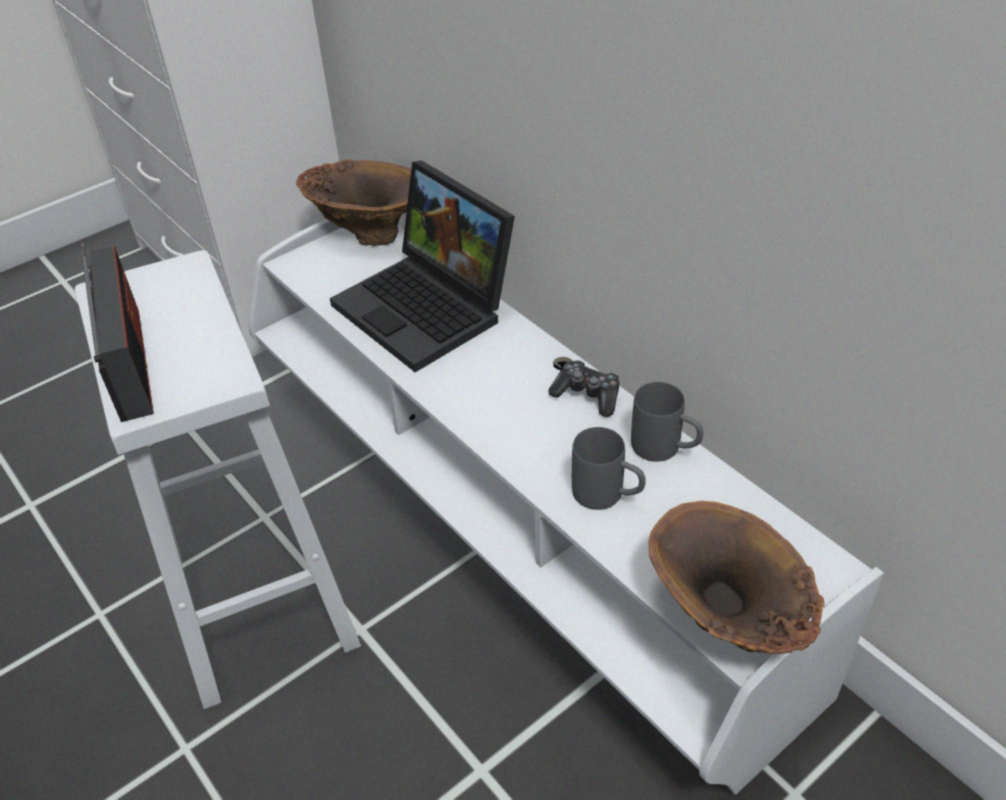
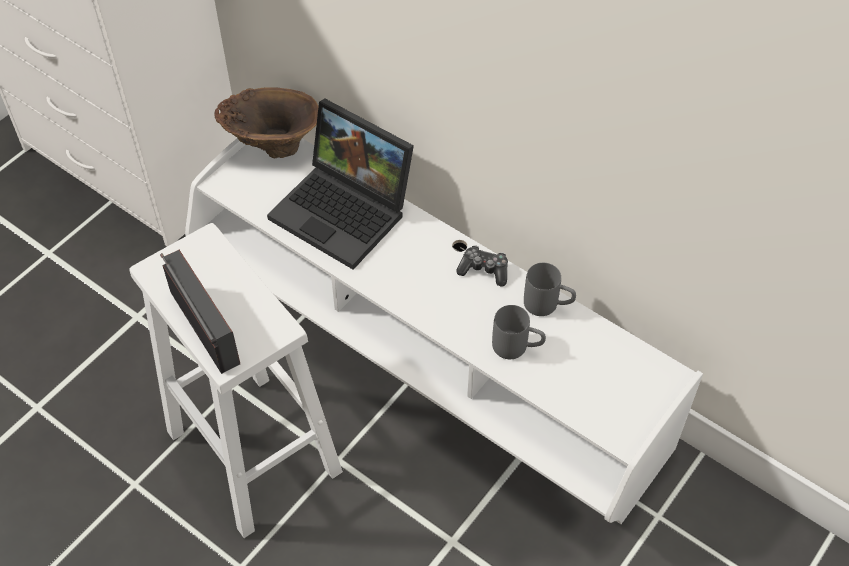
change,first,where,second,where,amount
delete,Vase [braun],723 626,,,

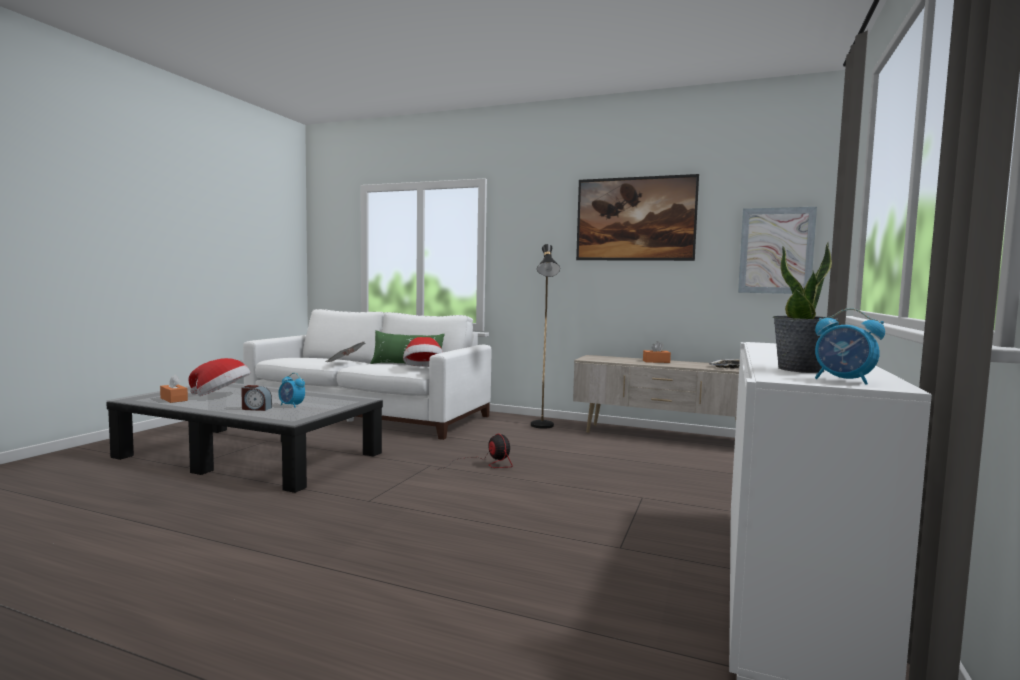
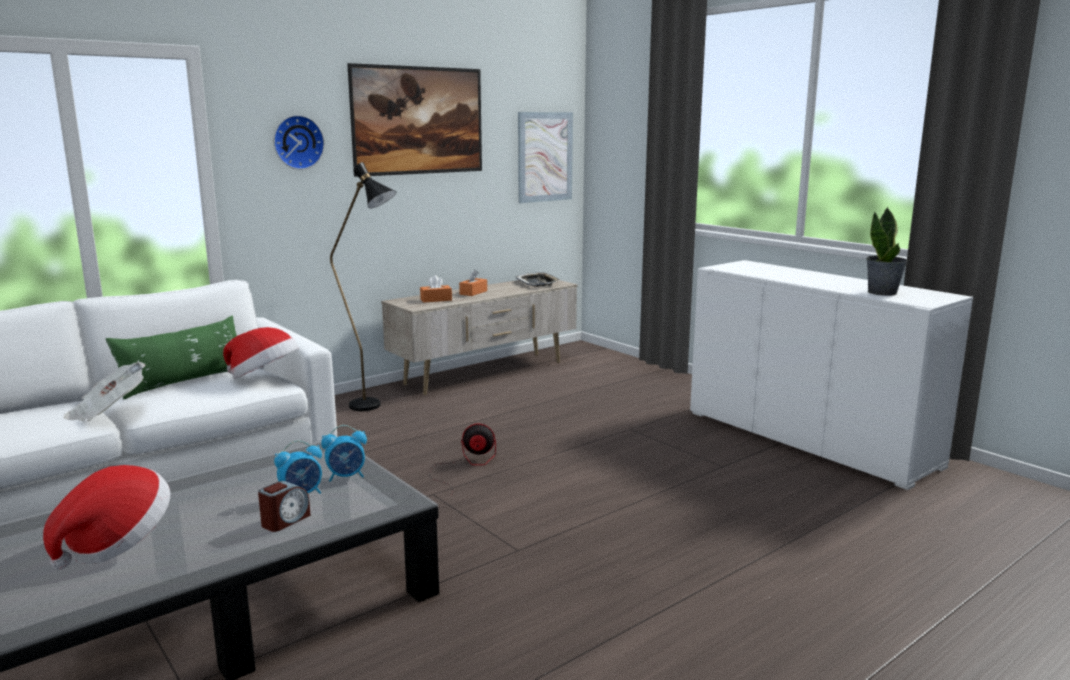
change,first,where,second,where,amount
insert,,,Wanduhr,297 142,
move,Taschentuchbox [orange],174 399,,436 300,
move,Wecker,843 381,,346 476,

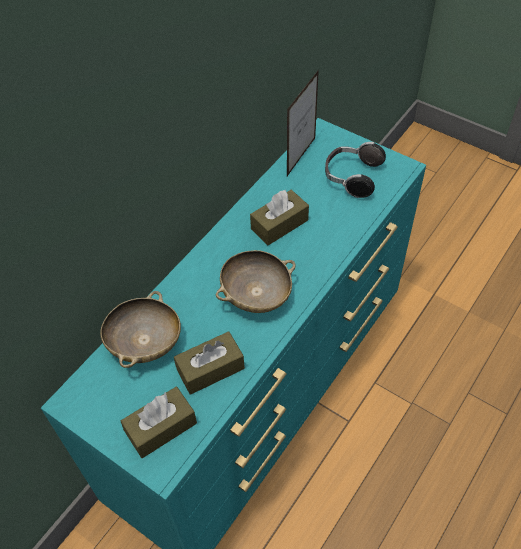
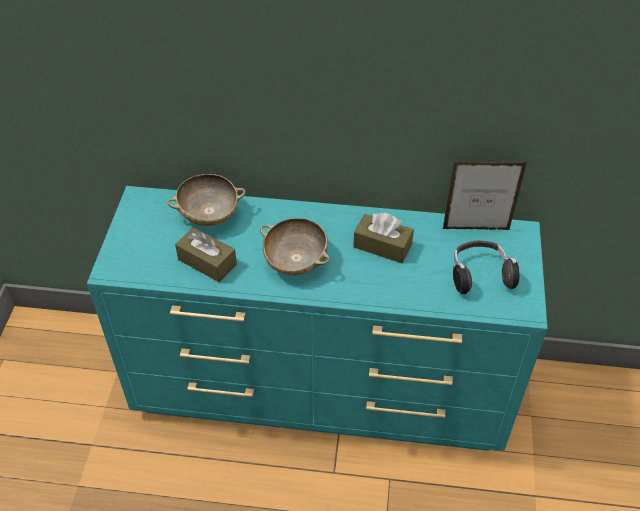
change,first,where,second,where,amount
delete,Taschentuchbox [braun],161 428,,,

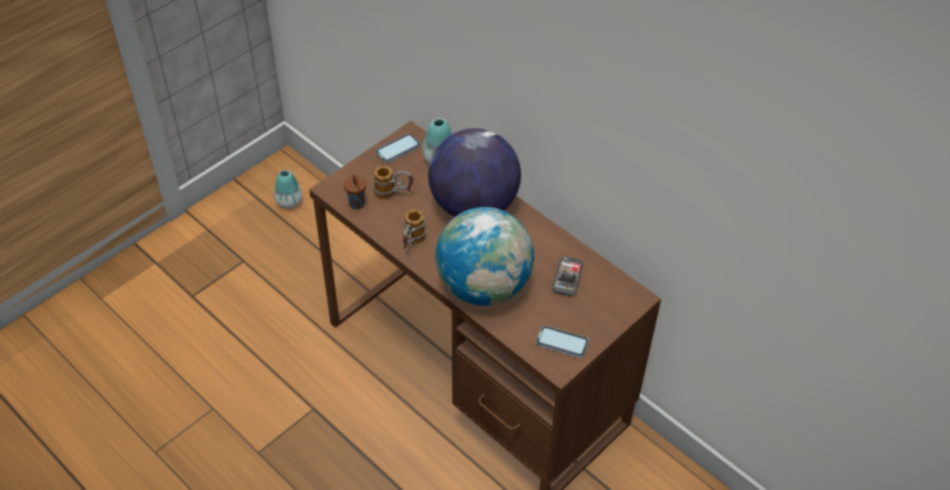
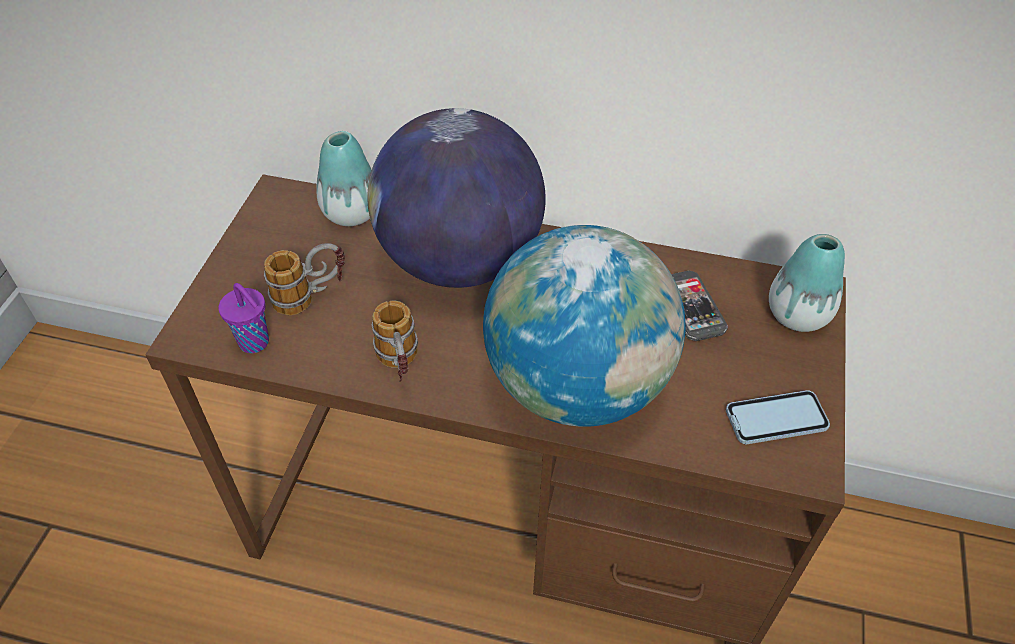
change,first,where,second,where,amount
delete,Handy,398 149,,,
move,Vase,289 202,,797 315,
recolor,Tasse [braun],357 204,Tasse [lila],255 343,

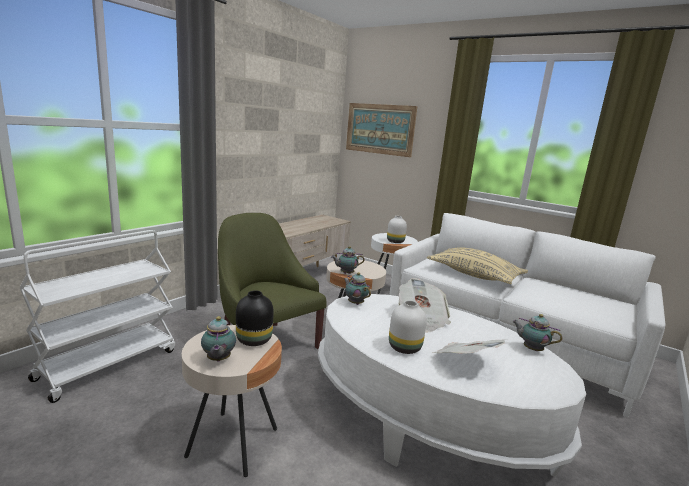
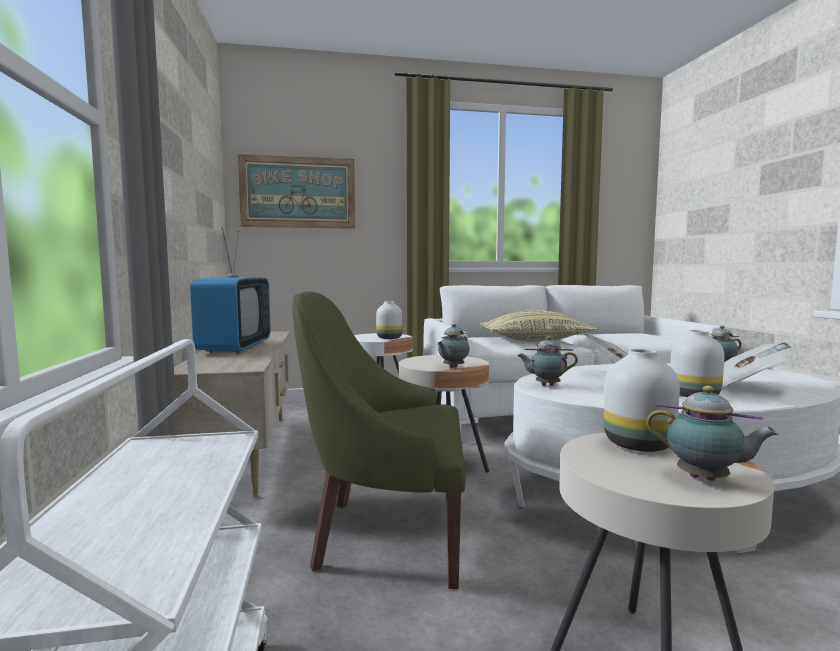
change,first,where,second,where,amount
insert,,,Fernseher,235 348,
recolor,Vase [schwarz],253 340,Vase [weiß],638 445,

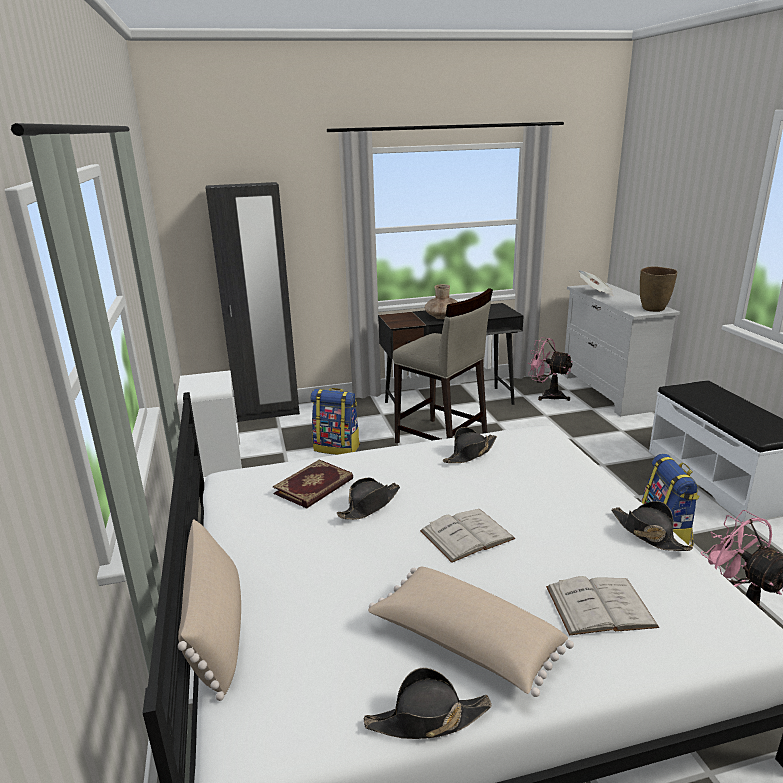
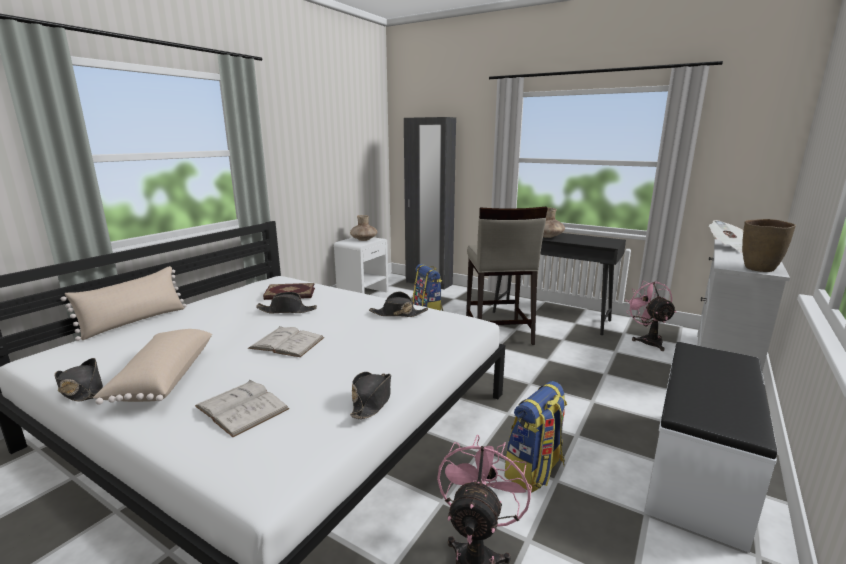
change,first,where,second,where,amount
insert,,,Vase [braun],364 239,

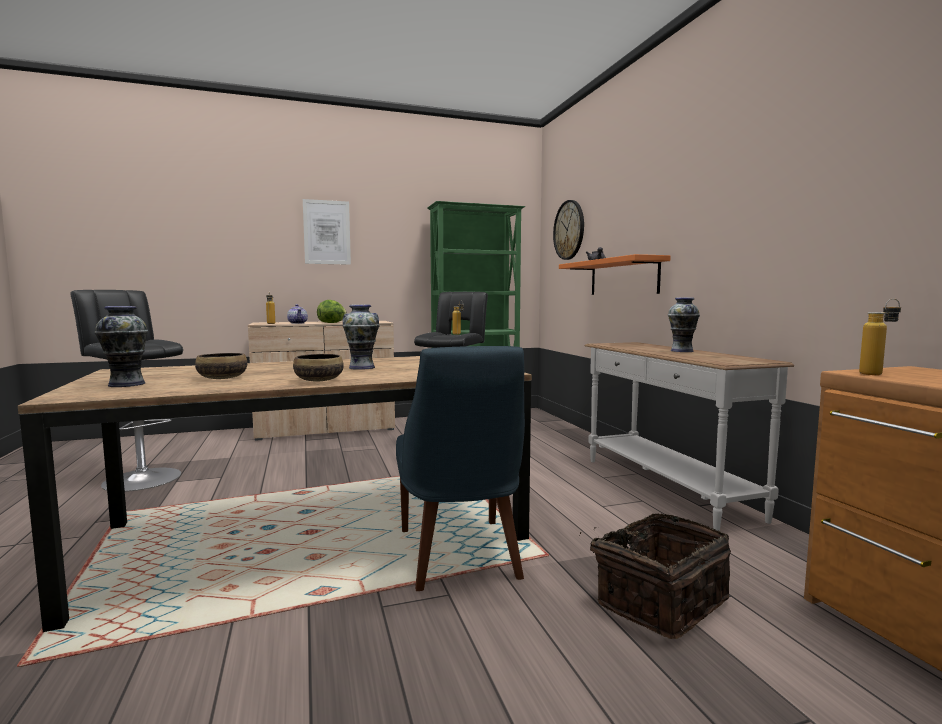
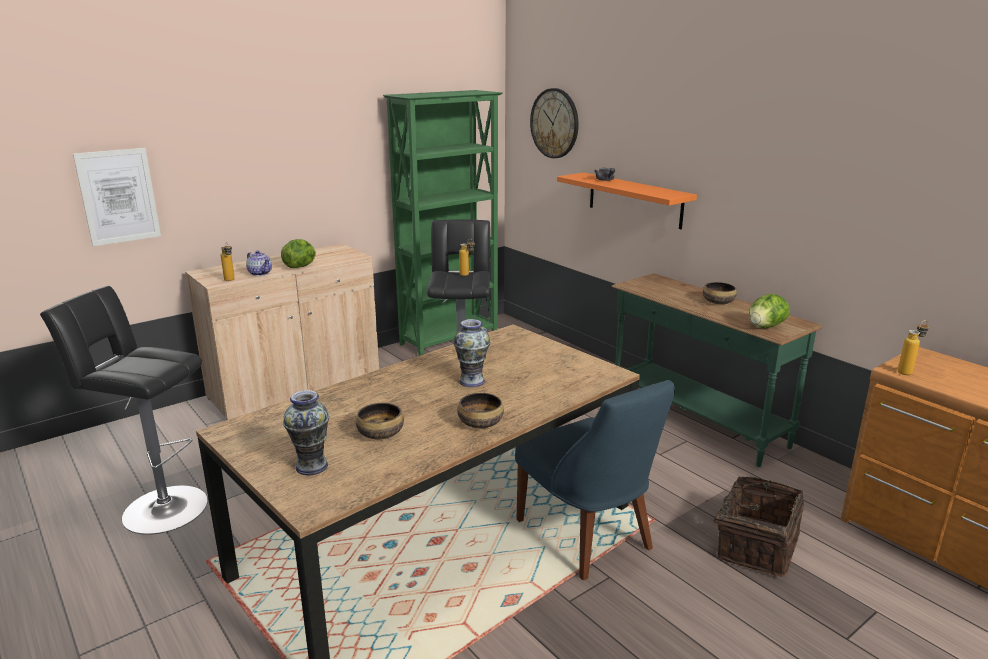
change,first,where,second,where,amount
insert,,,Salatkopf,765 327,
move,Bild,327 232,,118 196,
replace,Vase,682 351,Schüssel,718 302,
recolor,Konsolentisch [weiß],664 487,Konsolentisch [grün],695 420,

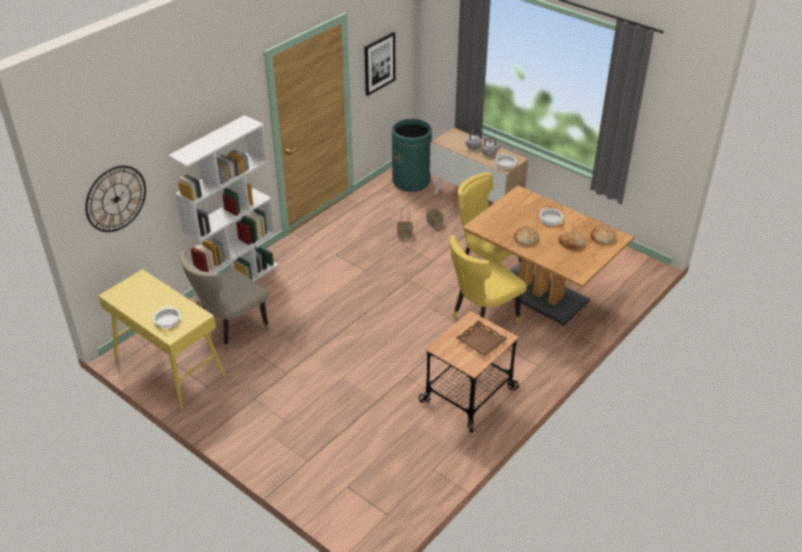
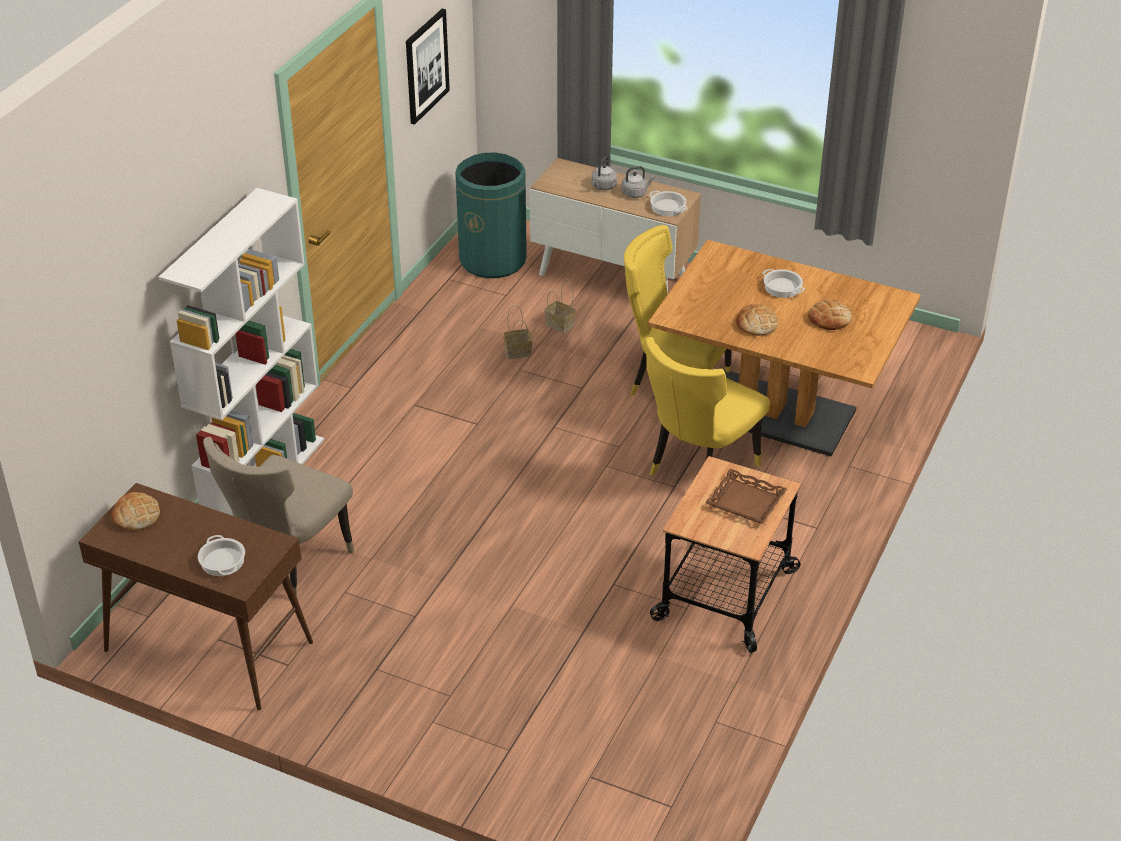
change,first,where,second,where,amount
delete,Wanduhr,116 199,,,
move,Brot,602 237,,136 515,
recolor,Konsolentisch [gelb],169 368,Konsolentisch [braun],207 647,

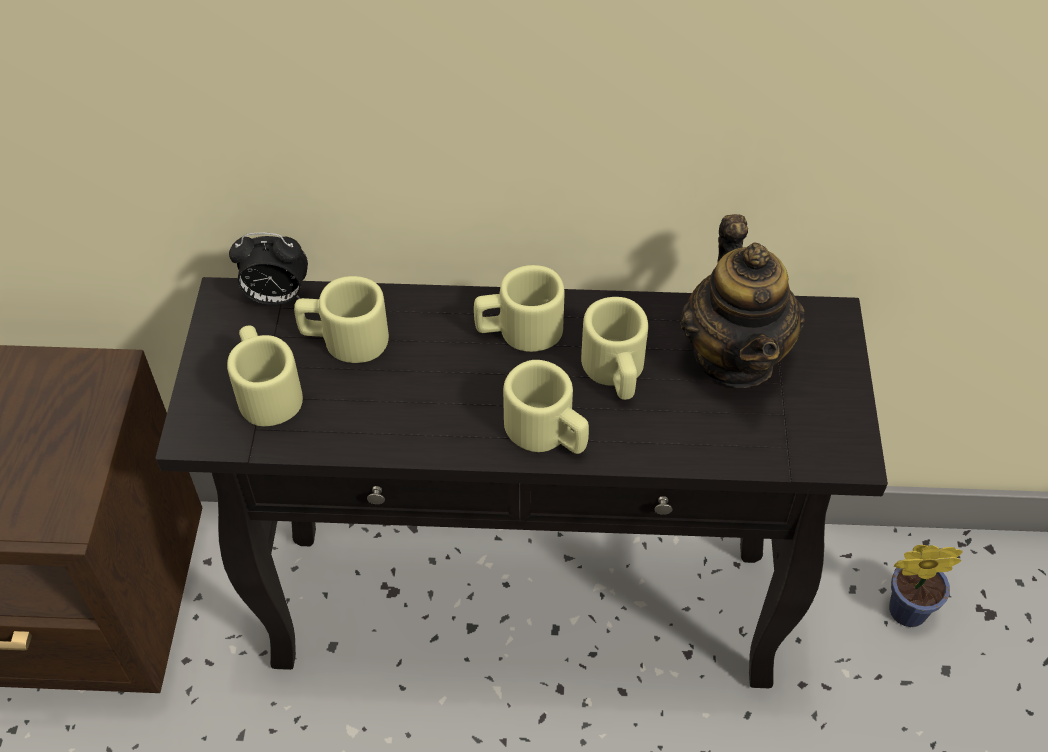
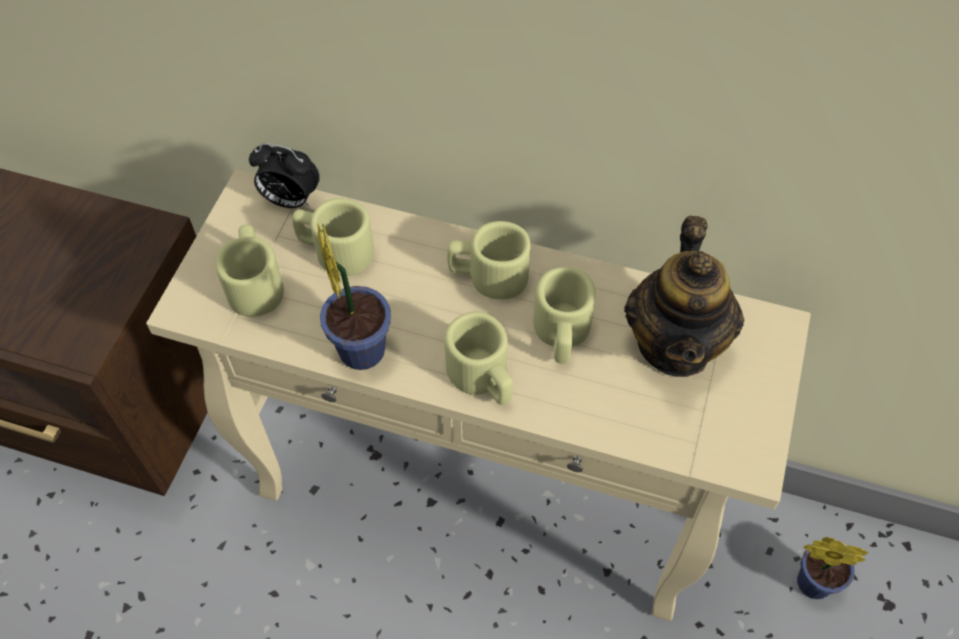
change,first,where,second,where,amount
insert,,,Topfpflanze,360 345,
recolor,Konsolentisch [schwarz],528 606,Konsolentisch [beige],483 495,

